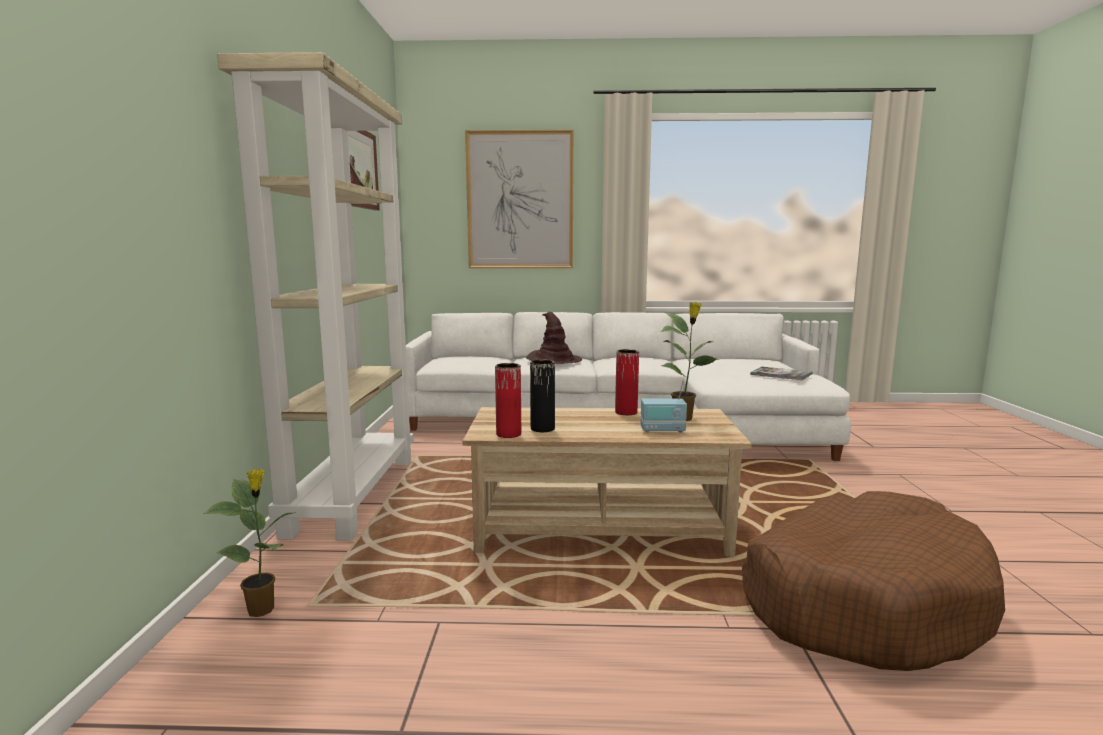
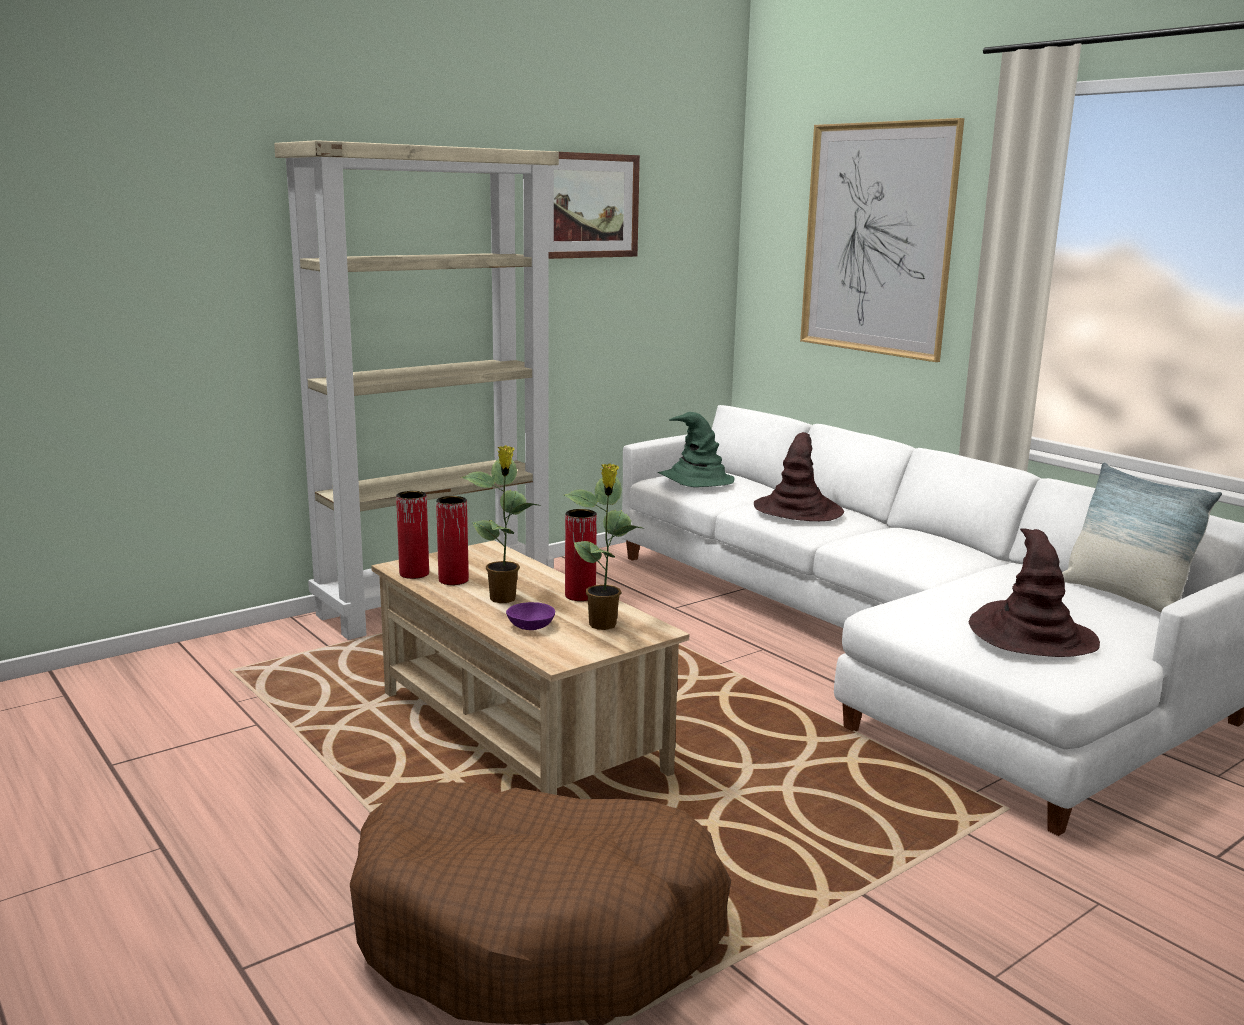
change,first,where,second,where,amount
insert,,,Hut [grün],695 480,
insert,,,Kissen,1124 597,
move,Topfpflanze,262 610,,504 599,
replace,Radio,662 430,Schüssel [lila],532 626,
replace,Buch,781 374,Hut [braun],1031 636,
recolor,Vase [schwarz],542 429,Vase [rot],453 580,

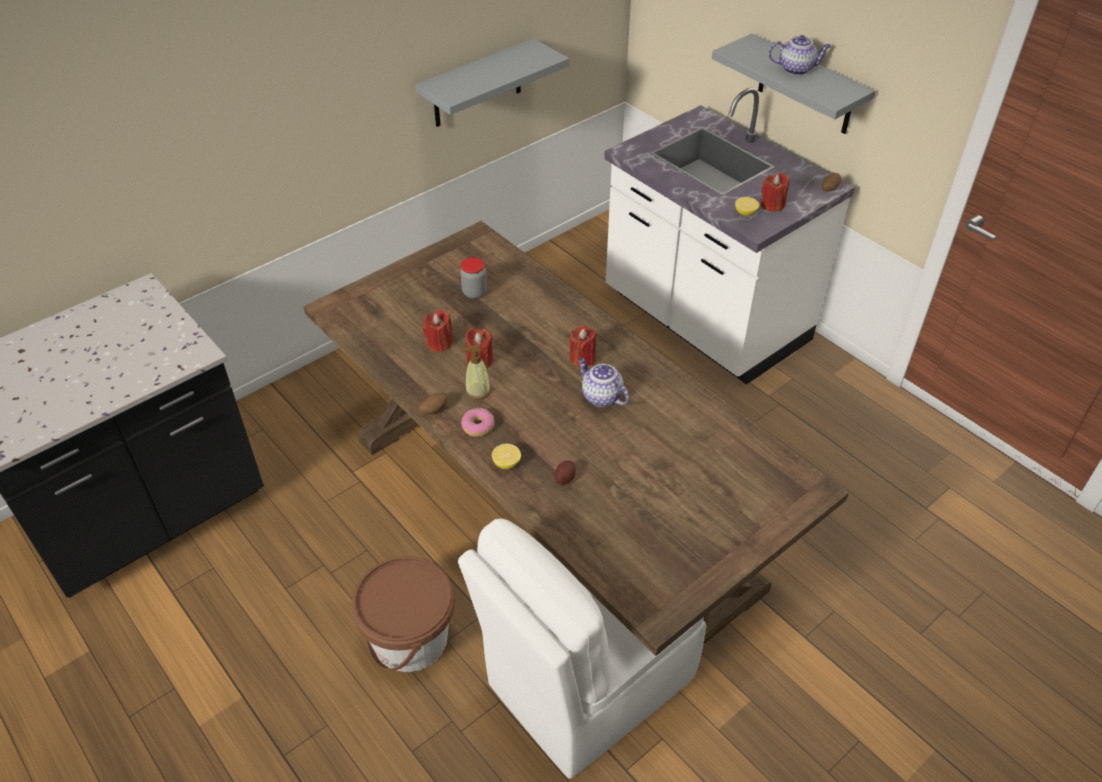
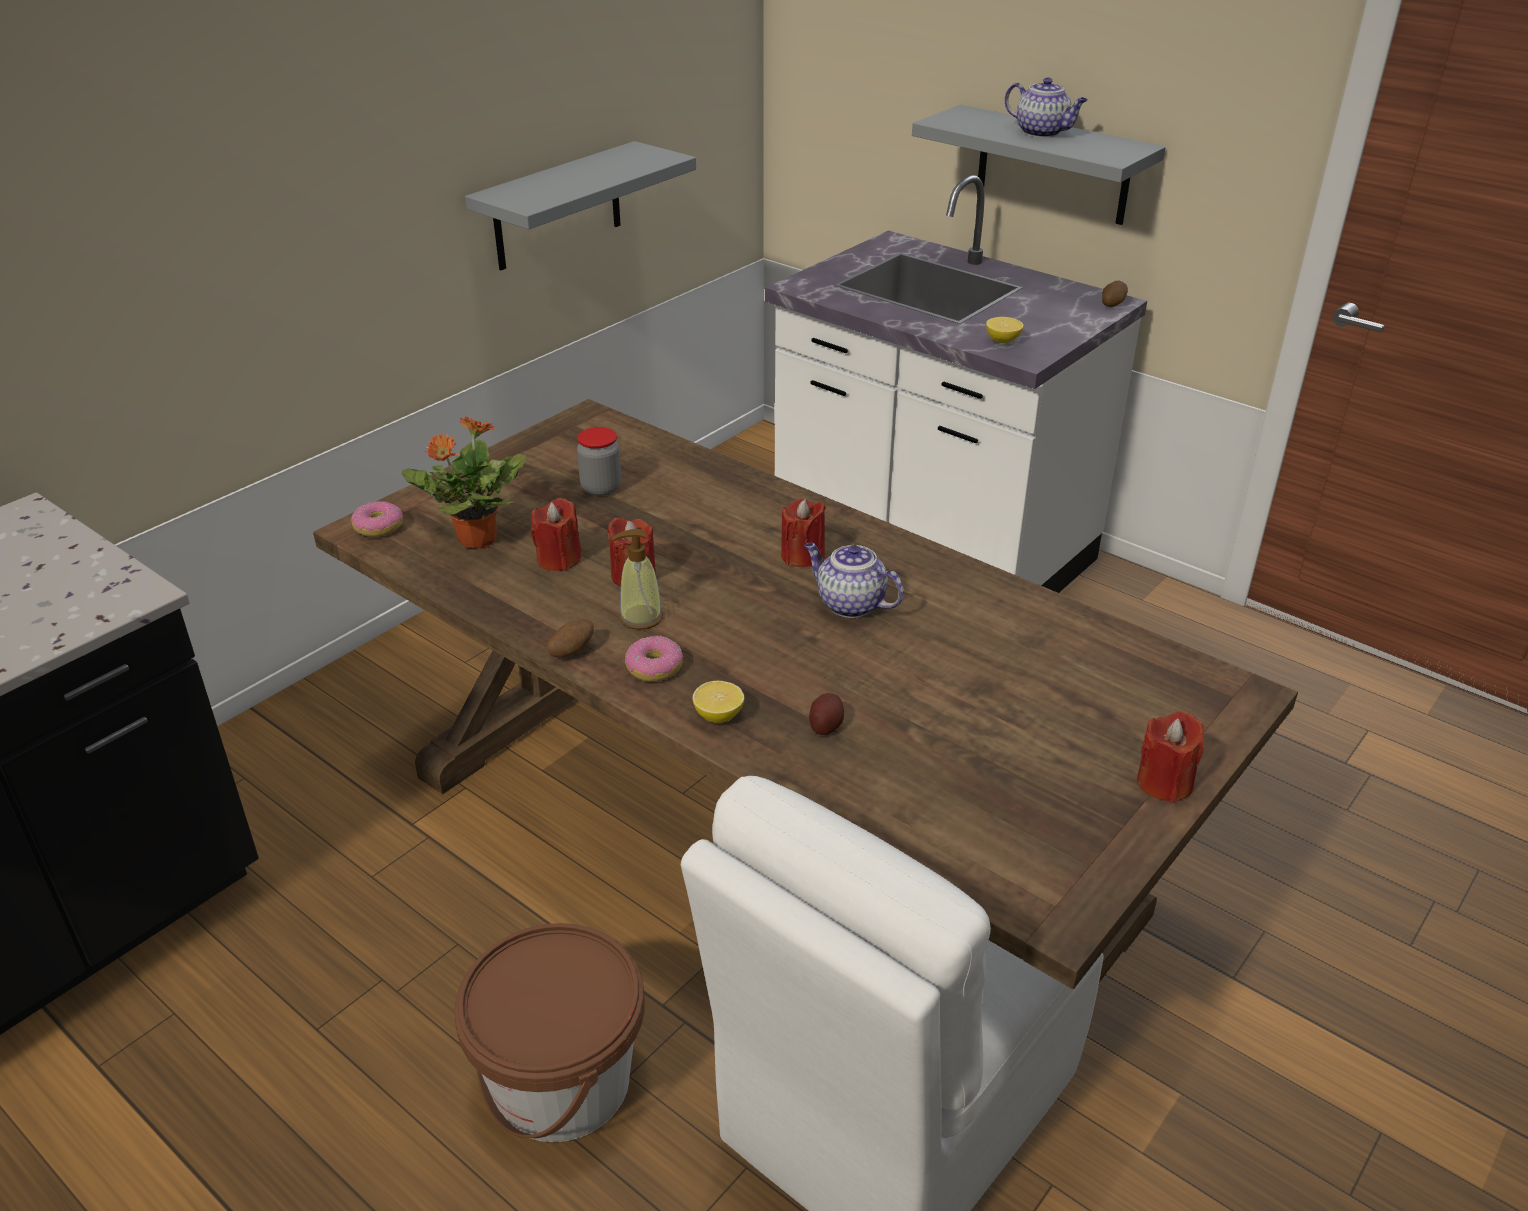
change,first,where,second,where,amount
insert,,,Donut,379 527,
insert,,,Topfpflanze,476 540,
move,Kerze [rot],772 205,,1164 783,
rotate,Teekanne,796 69,,1042 132,45 degrees clockwise

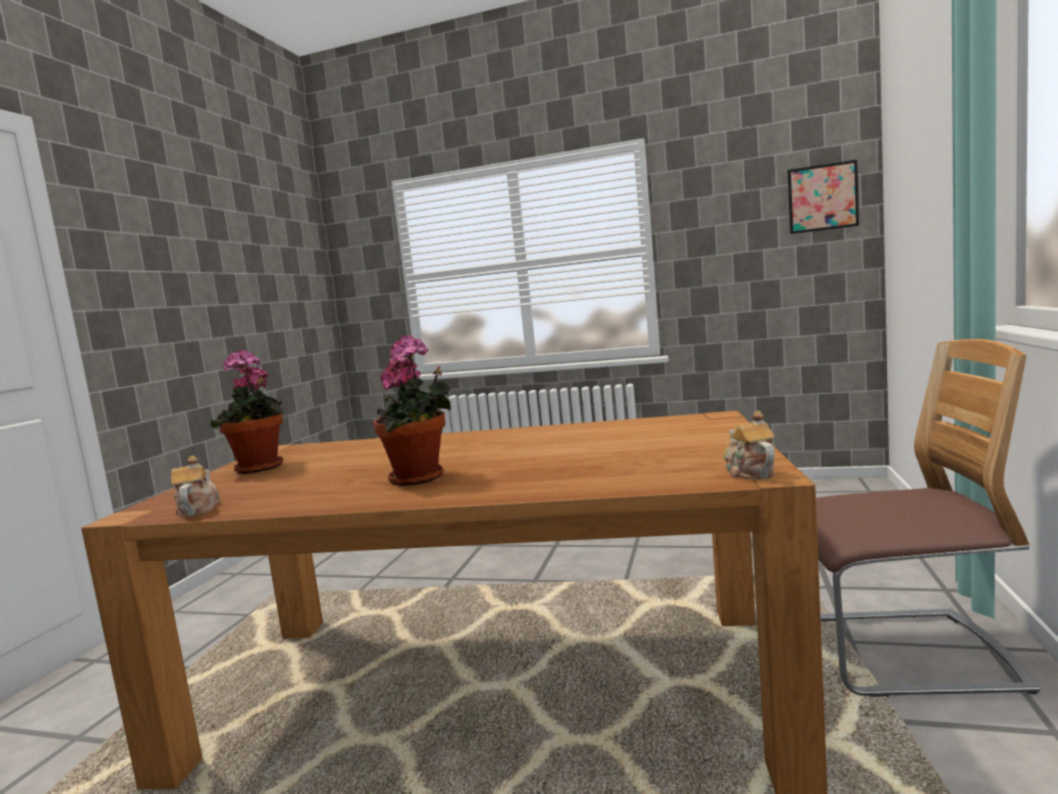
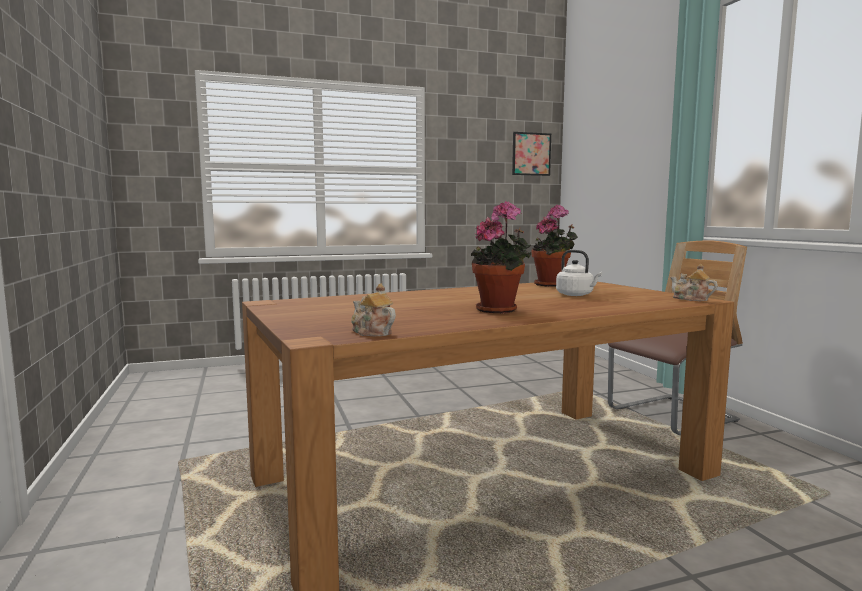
change,first,where,second,where,amount
insert,,,Wasserkessel [weiß],576 295,
move,Topfpflanze,260 469,,552 285,

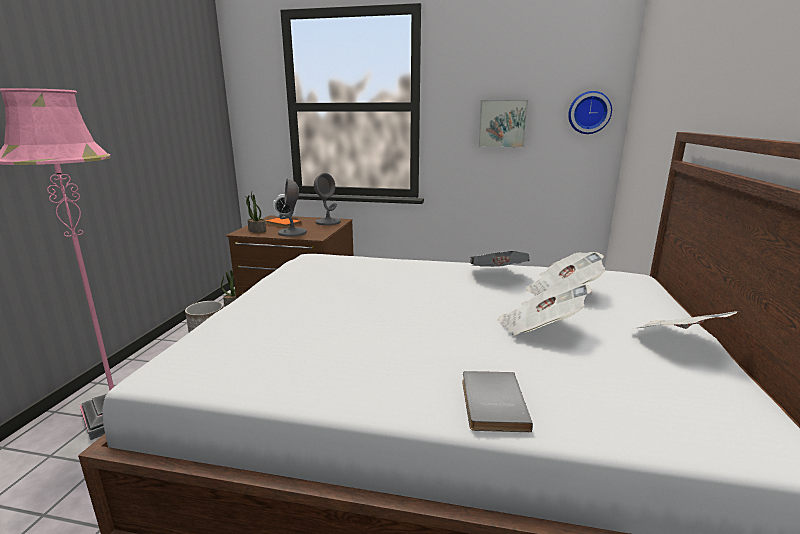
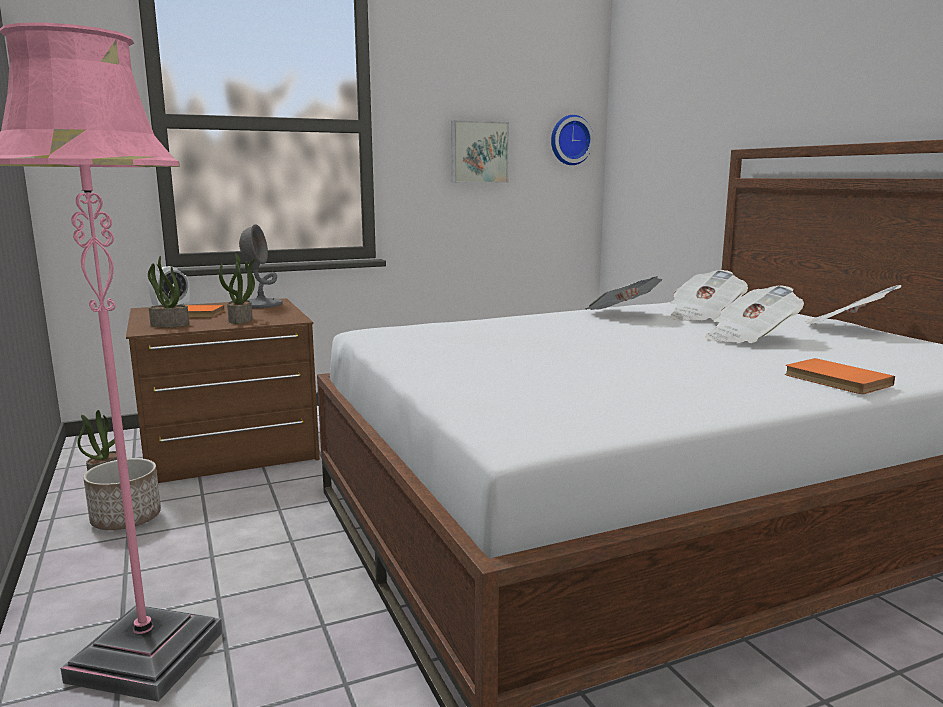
change,first,where,second,where,amount
replace,Tischlampe [grau],292 233,Topfpflanze,241 320,
recolor,Buch [grau],490 403,Buch [orange],835 380,

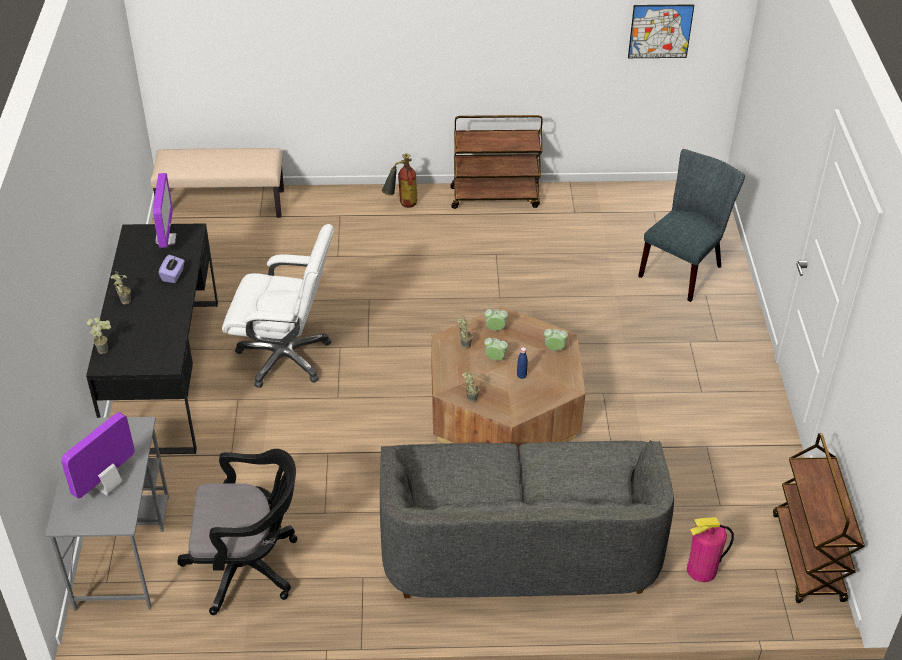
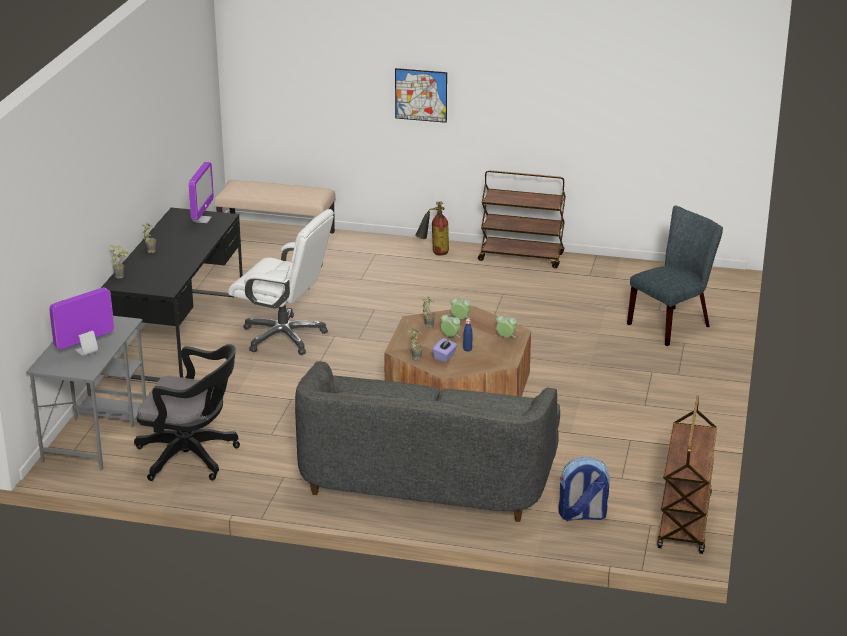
change,first,where,second,where,amount
move,Taschentuchbox [lila],173 275,,445 357,
move,Bild,660 31,,421 95,
replace,Feuerlöscher,701 570,Rucksack,582 515,

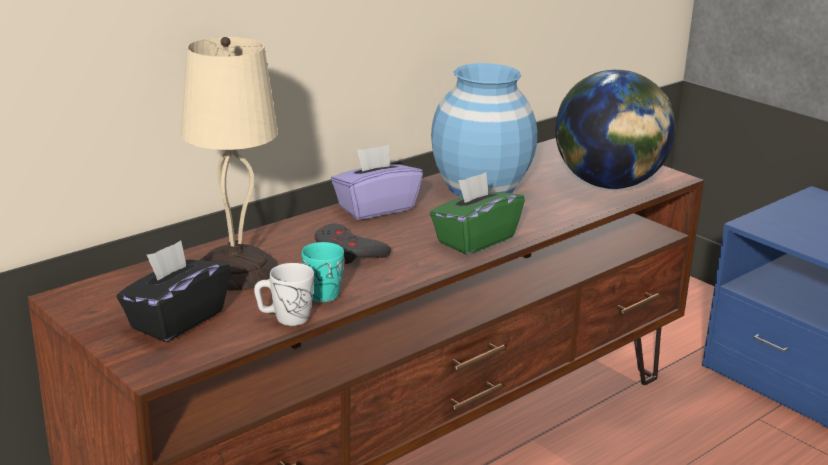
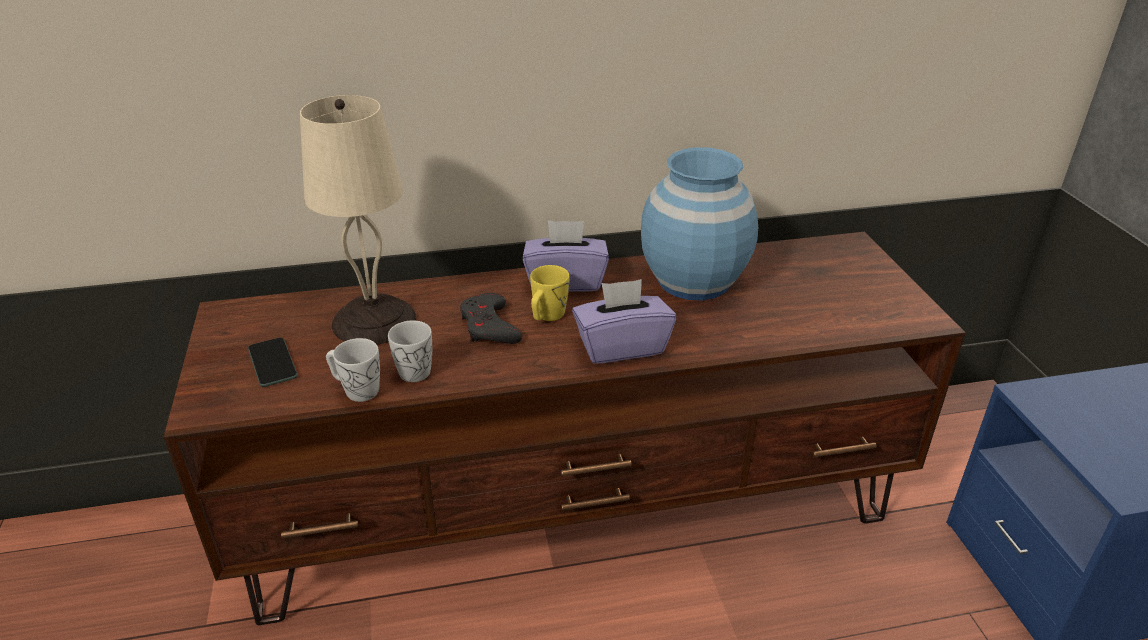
change,first,where,second,where,amount
delete,Globus,608 185,,,
insert,,,Henkelbecher [gelb],547 316,
replace,Taschentuchbox [schwarz],176 320,Handy,272 363,
recolor,Henkelbecher [türkis],321 292,Henkelbecher [weiß],417 368,
recolor,Taschentuchbox [grün],475 240,Taschentuchbox [lila],621 346,

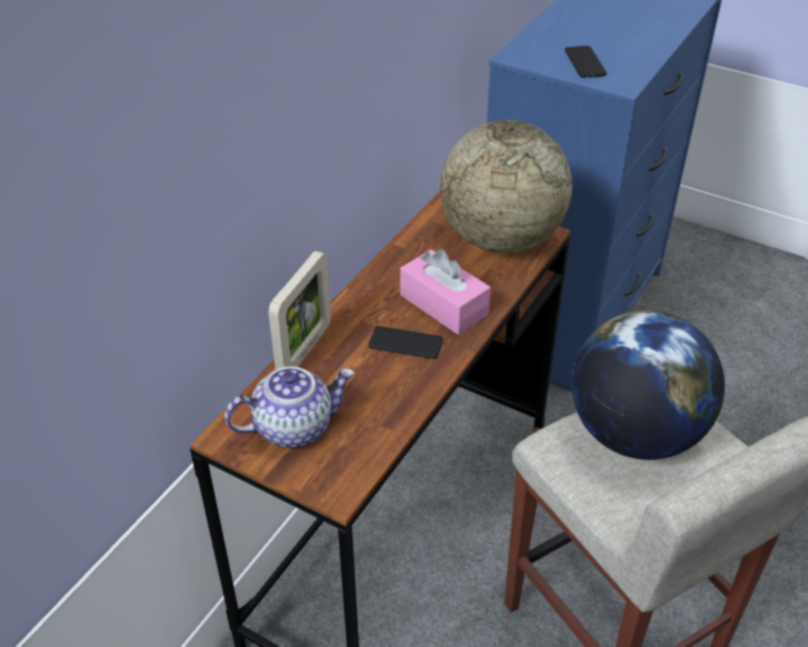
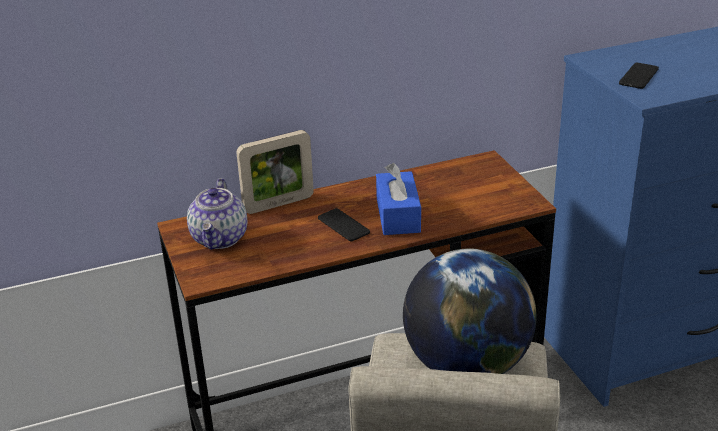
change,first,where,second,where,amount
delete,Globus,501 239,,,
recolor,Taschentuchbox [rosa],443 305,Taschentuchbox [blau],398 215,
rotate,Teekanne,294 427,,220 238,75 degrees clockwise

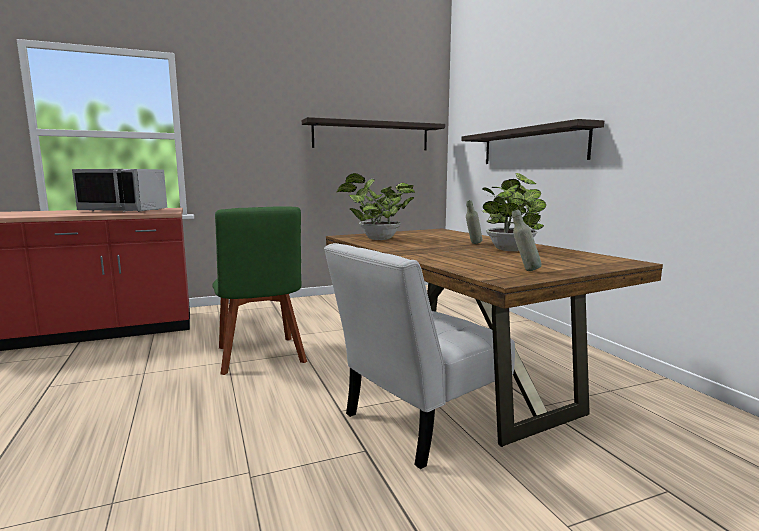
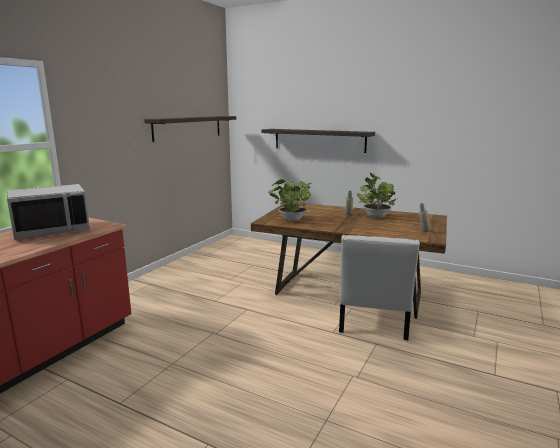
change,first,where,second,where,amount
delete,Stuhl [grün],261 357,,,

